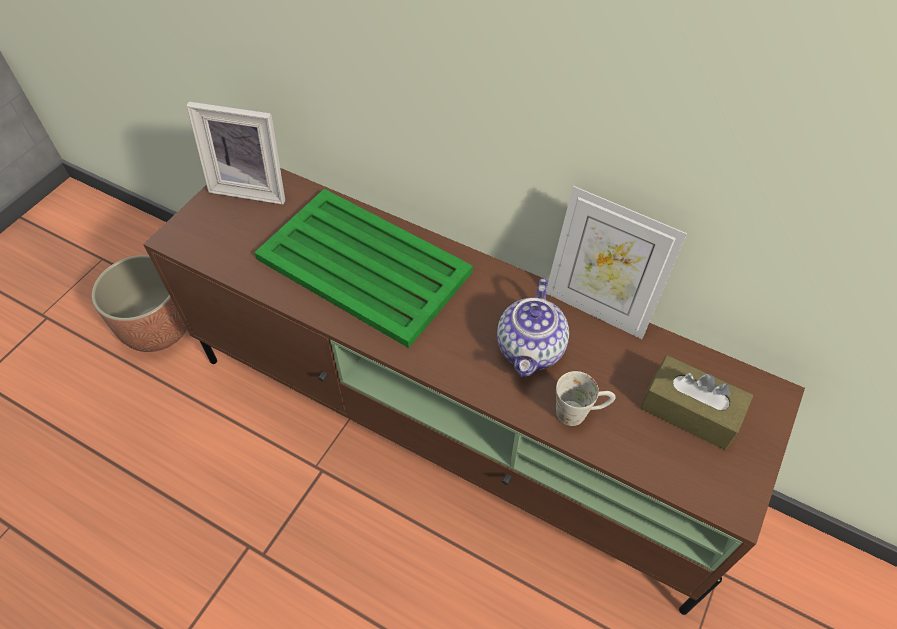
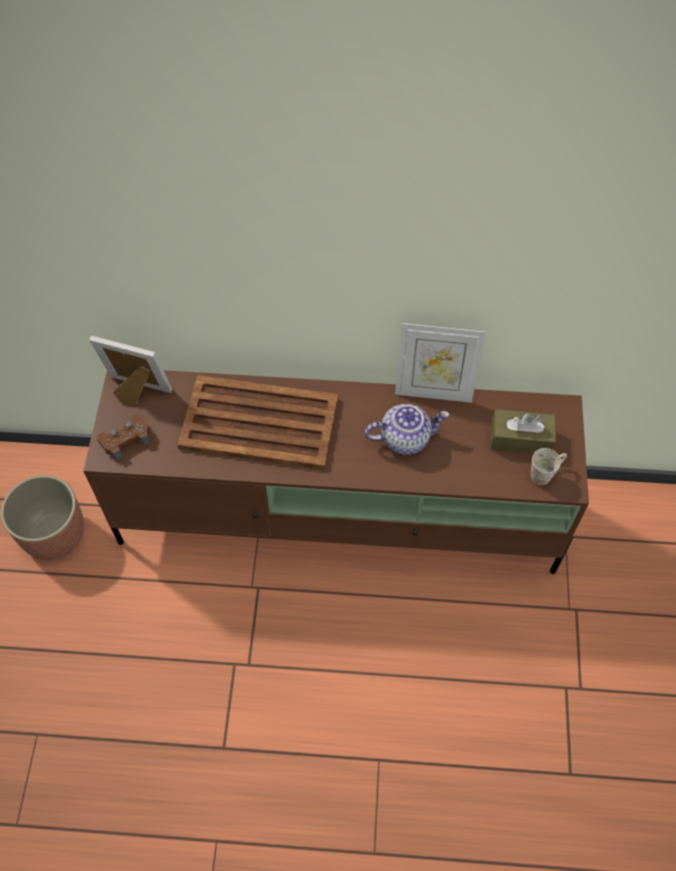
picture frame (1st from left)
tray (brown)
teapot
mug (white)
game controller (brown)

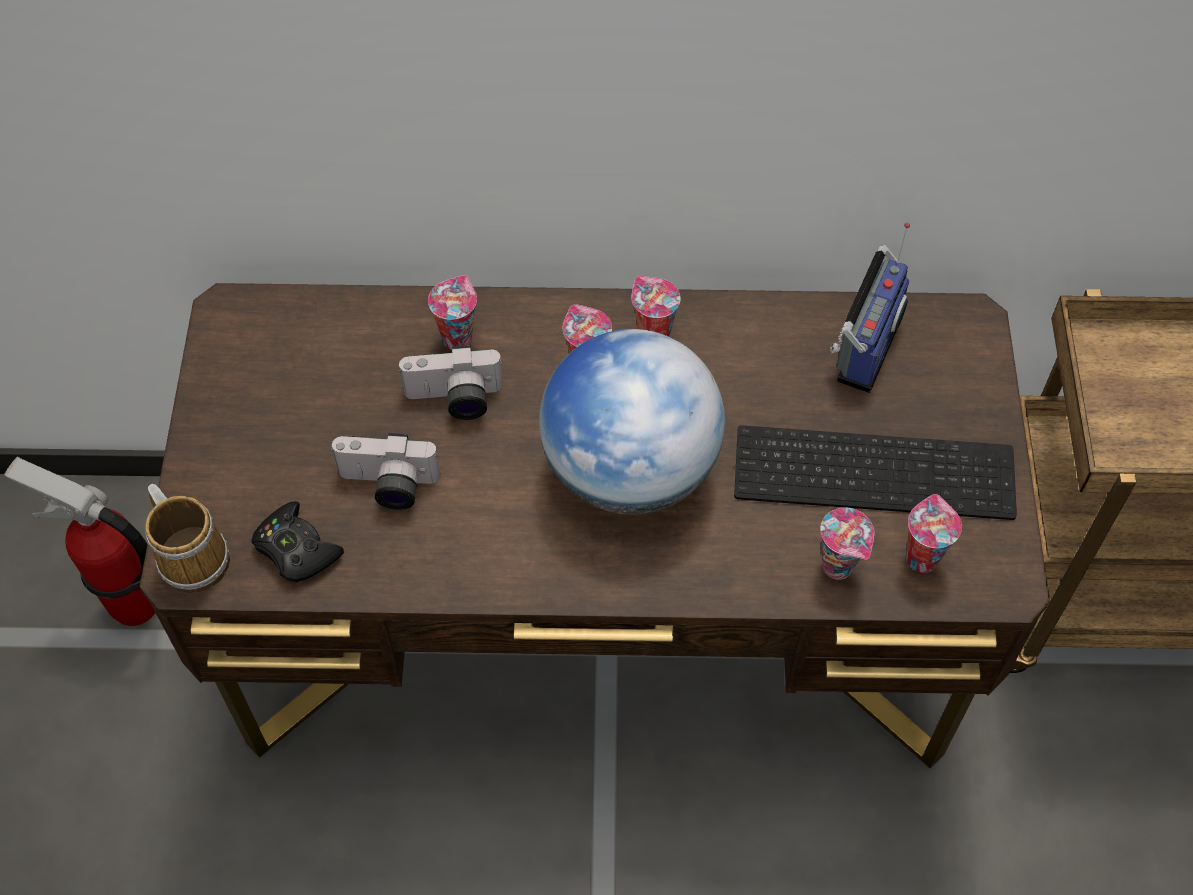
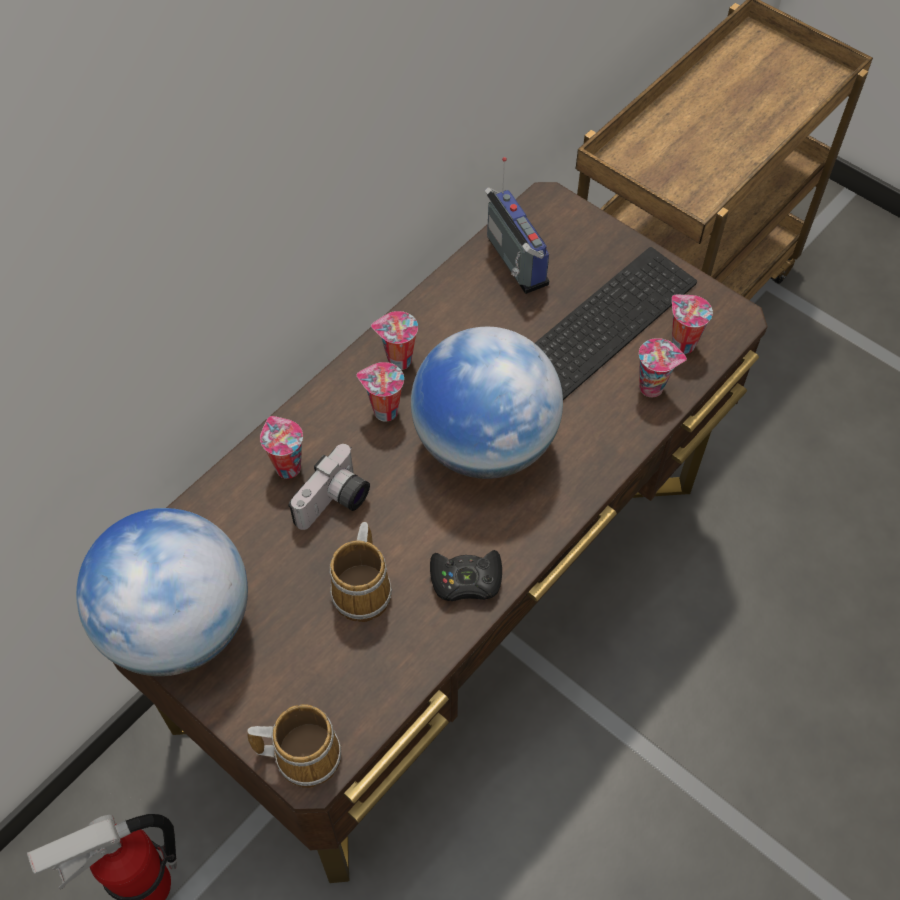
game controller (black)
mug (2nd from left)
globe (1st from left)

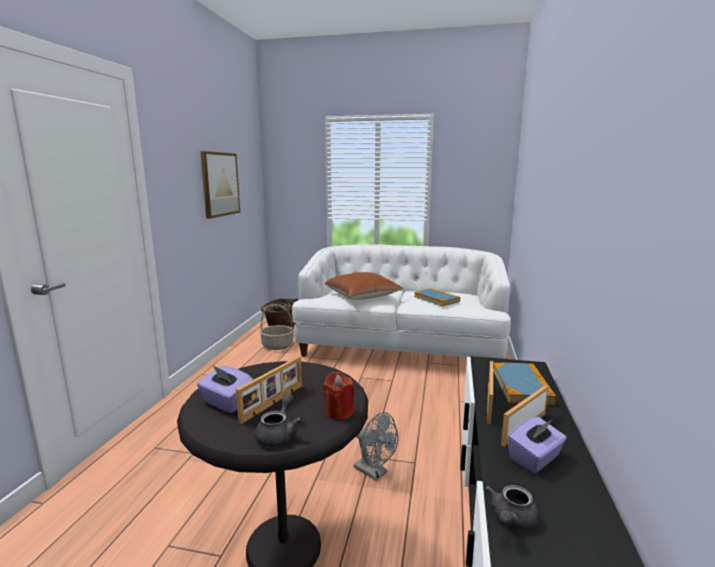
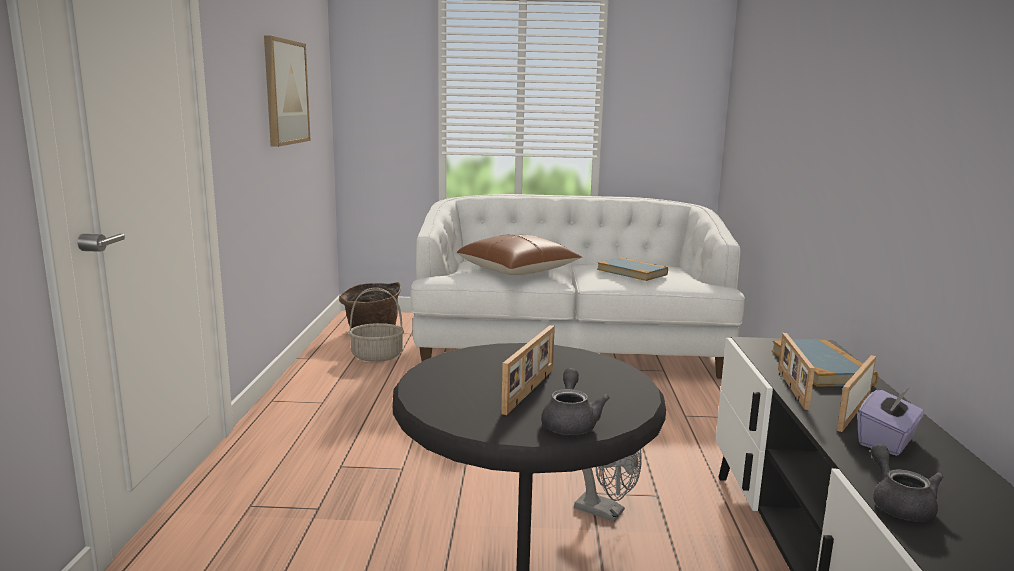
tissue box (purple) (1st from left in the first image)
candle (red)
teapot (grey) (2nd from left)

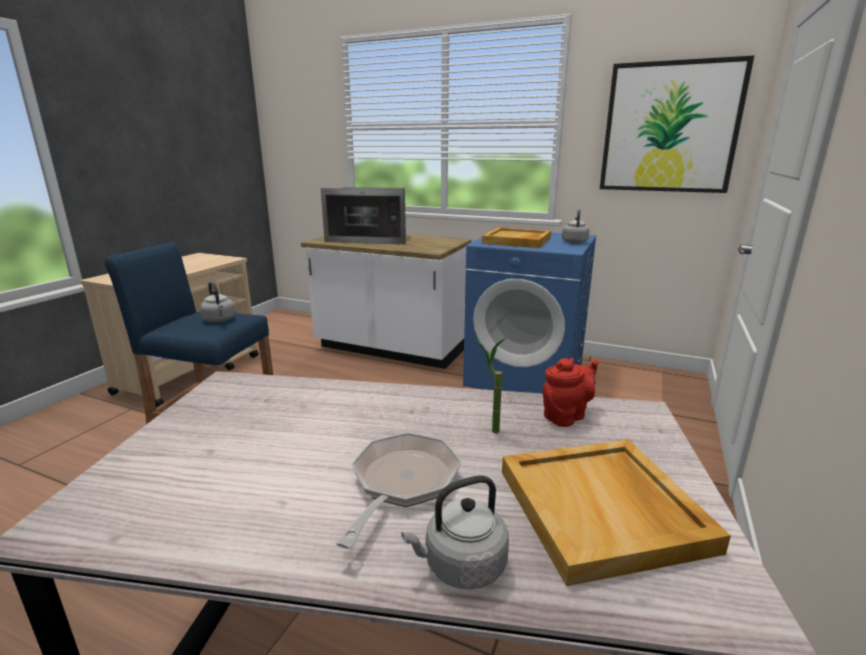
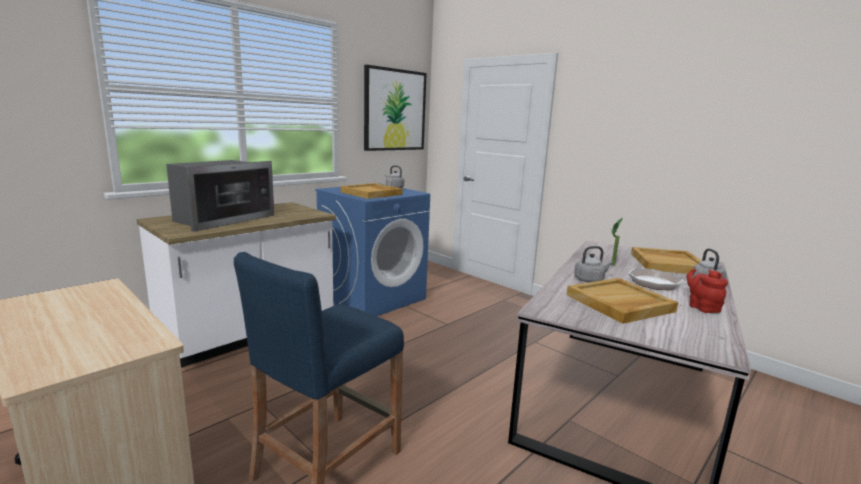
kettle (grey) (2nd from left)
teapot (red)
tray (beige) (2nd from left)

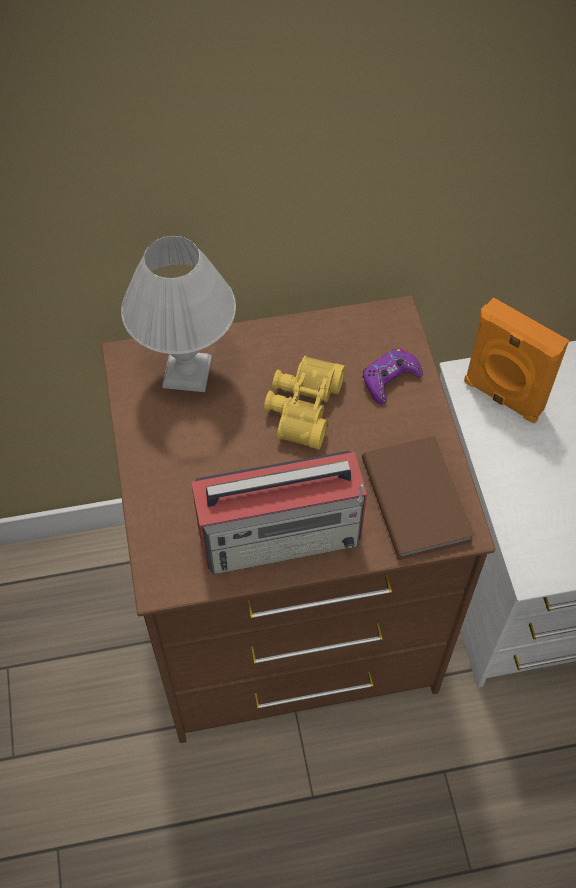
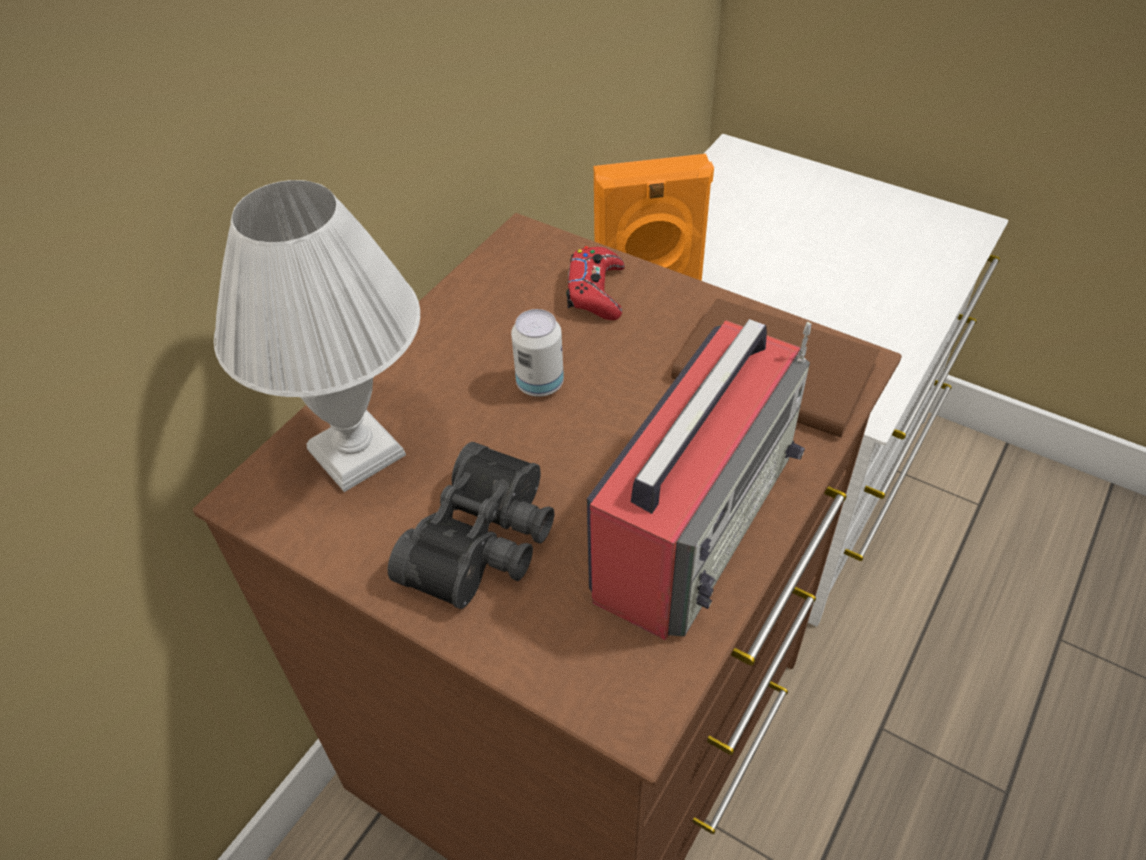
can
game controller (red)
binoculars (black)

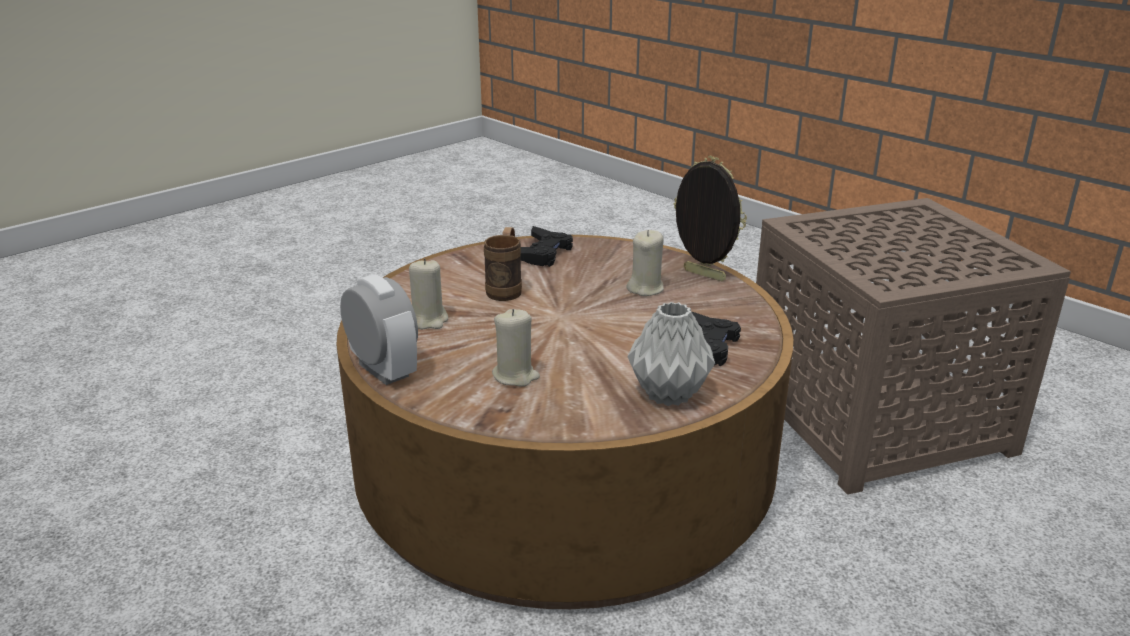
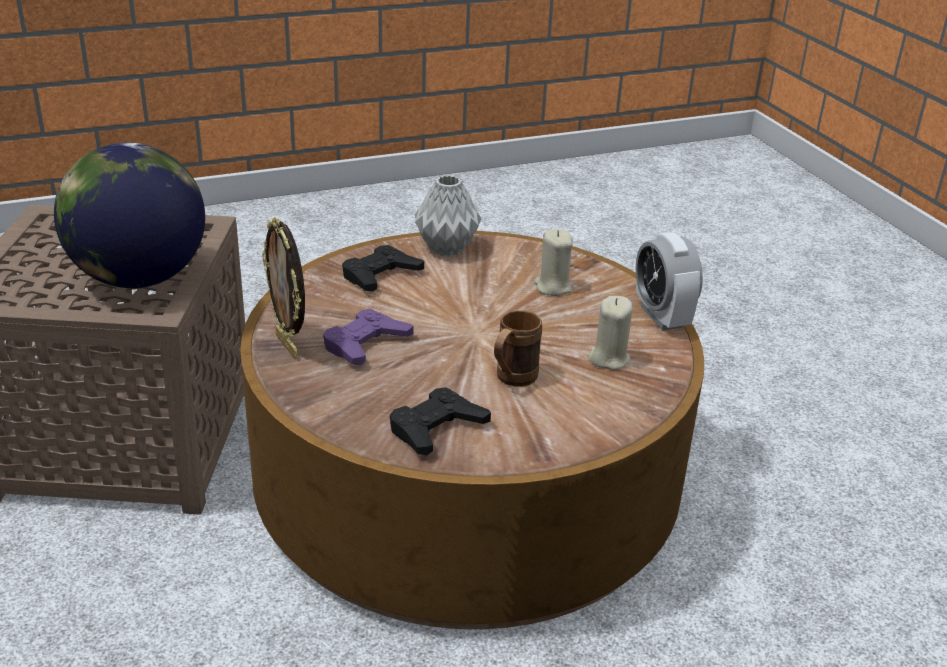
game controller (purple)
globe

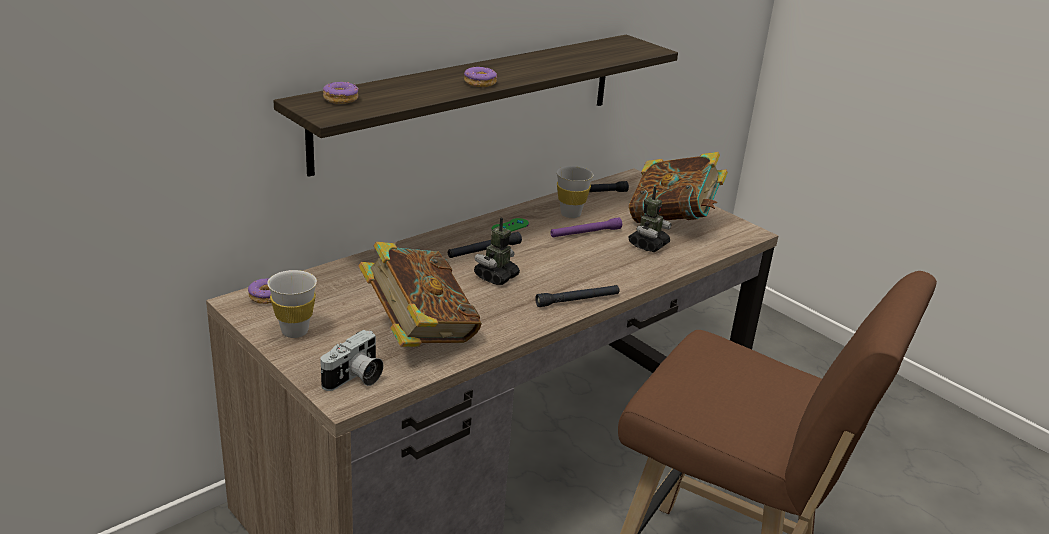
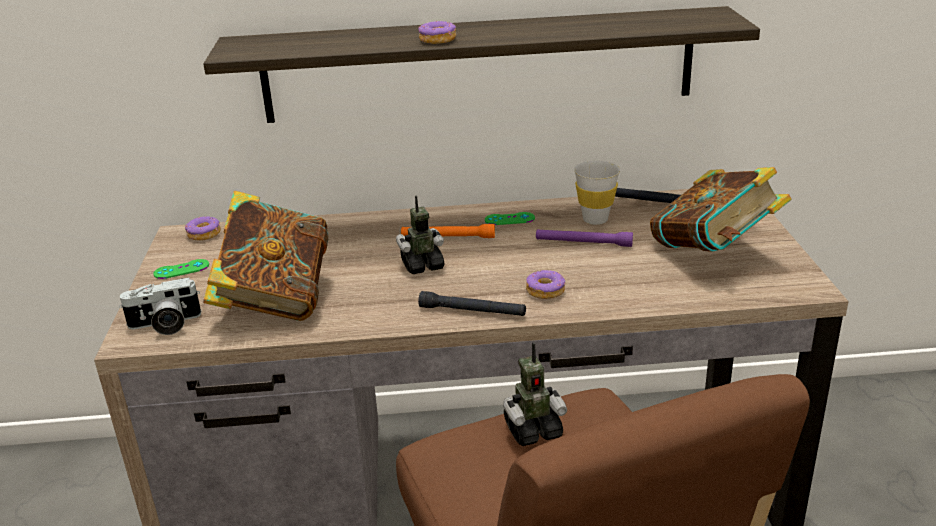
game controller (green) (1st from left)
donut (3rd from left)
flashlight (orange)
toy robot (2nd from left)

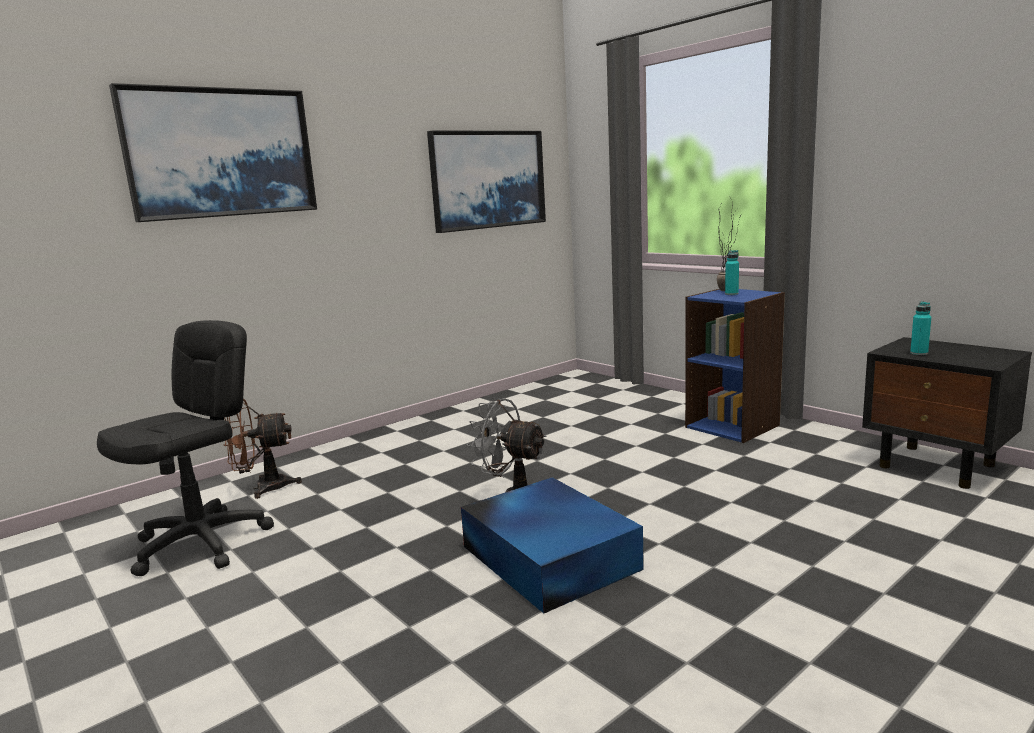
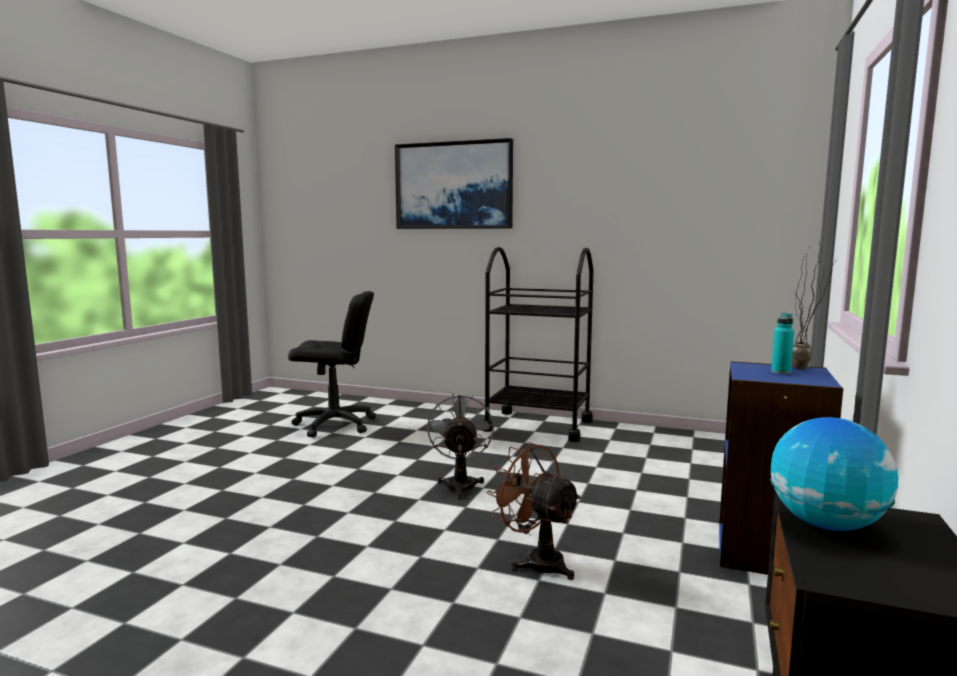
fan (brown)
picture (2nd from left in the first image)
storage box (blue)
globe
cart (black)

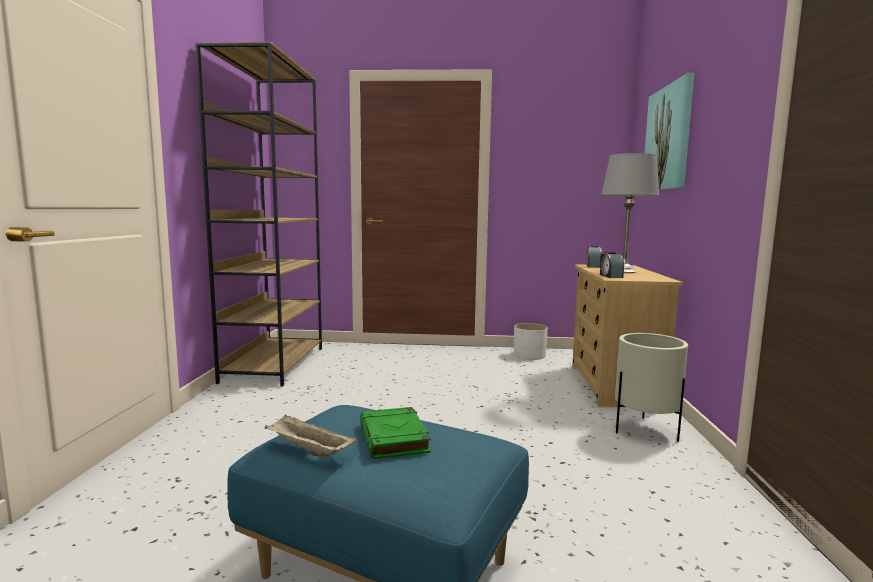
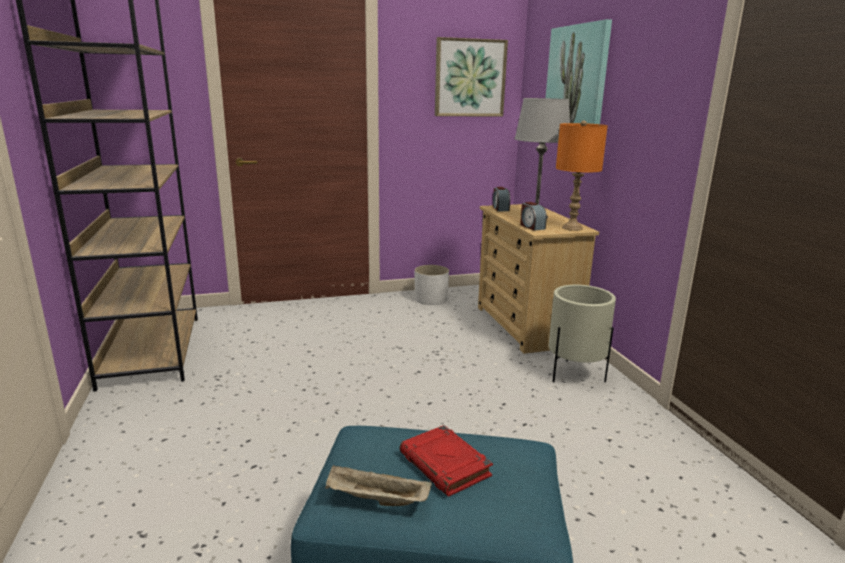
book (red)
picture (1st from left)
table lamp (orange)

